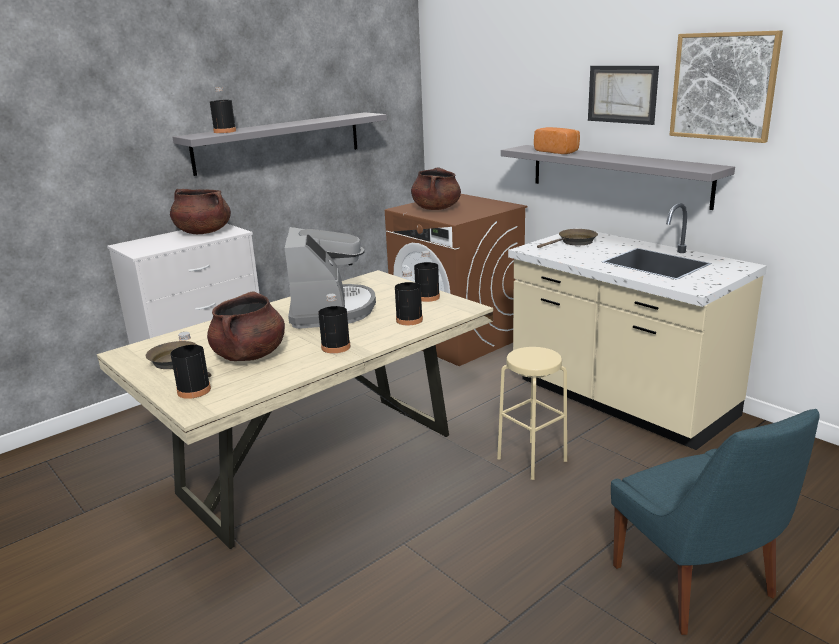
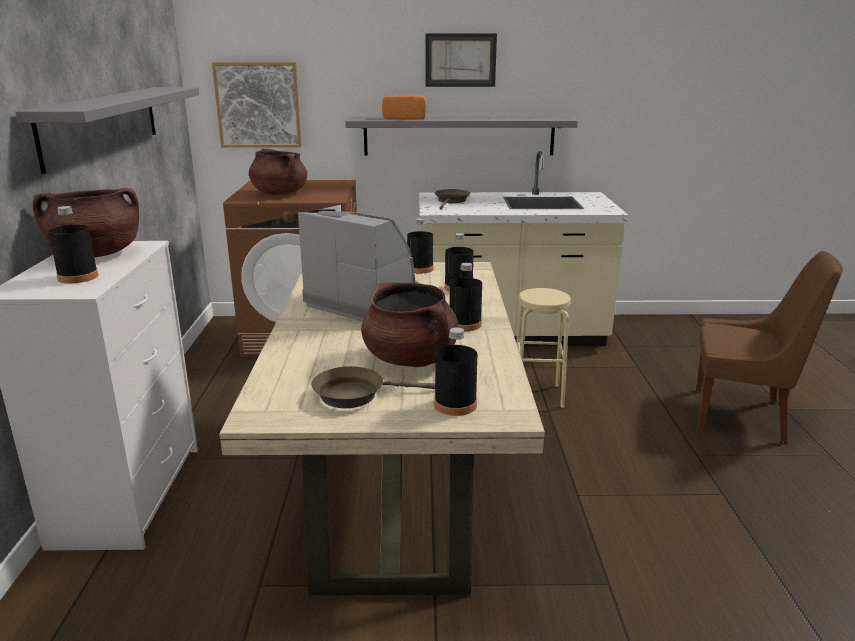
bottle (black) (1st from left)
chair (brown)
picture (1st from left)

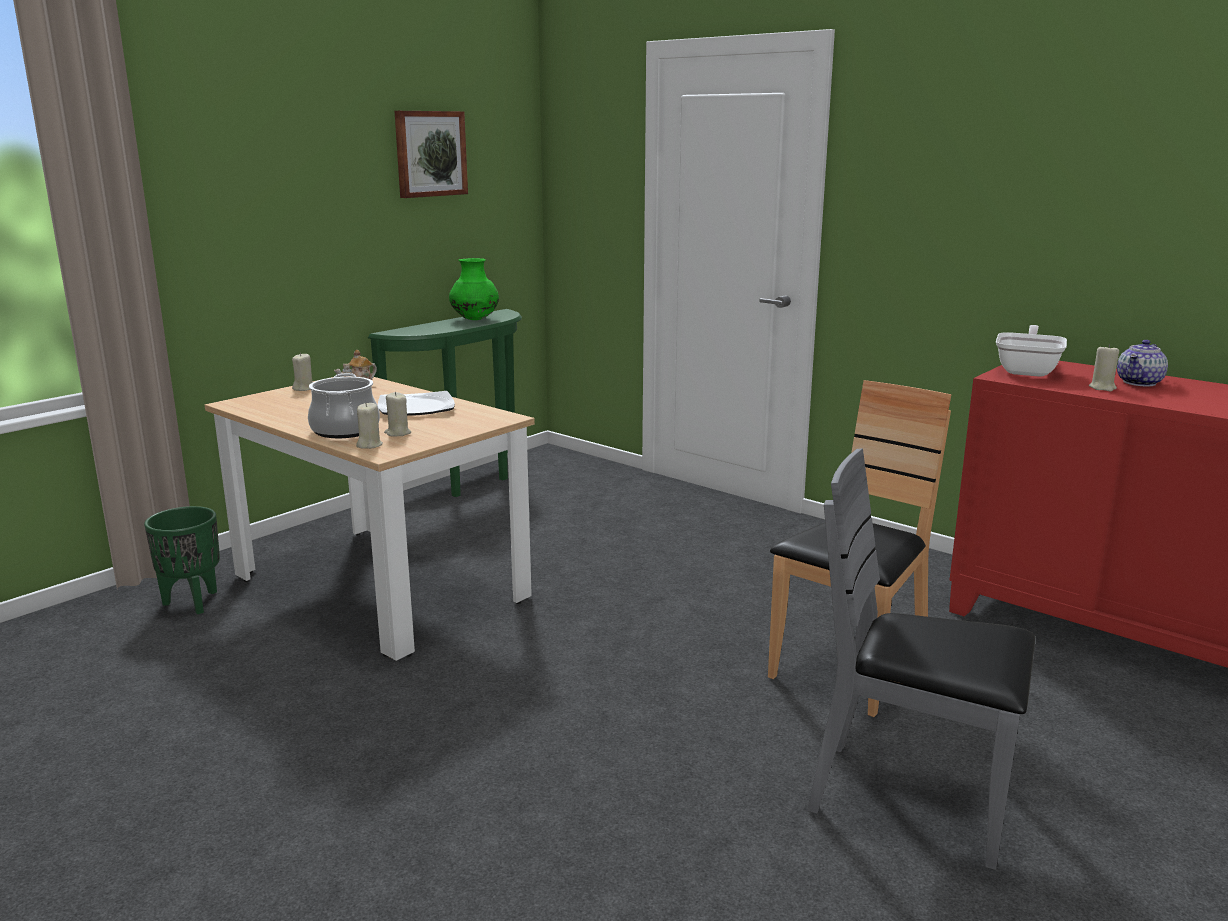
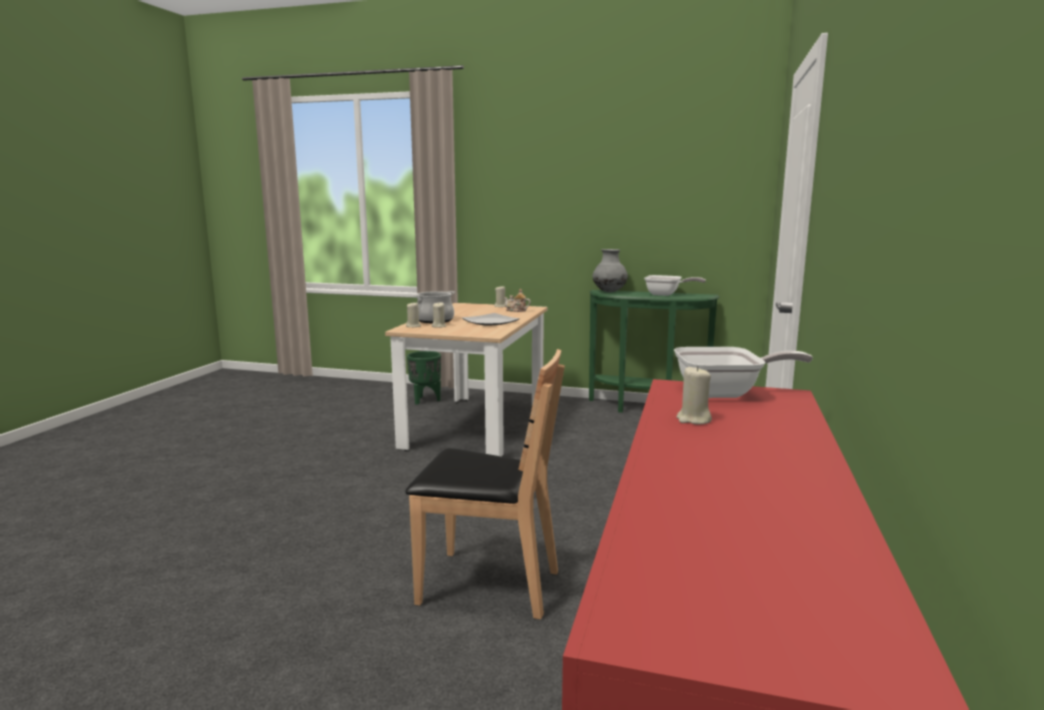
picture
frying pan (1st from left)
chair (grey)
teapot (2nd from left in the first image)
vase (grey)

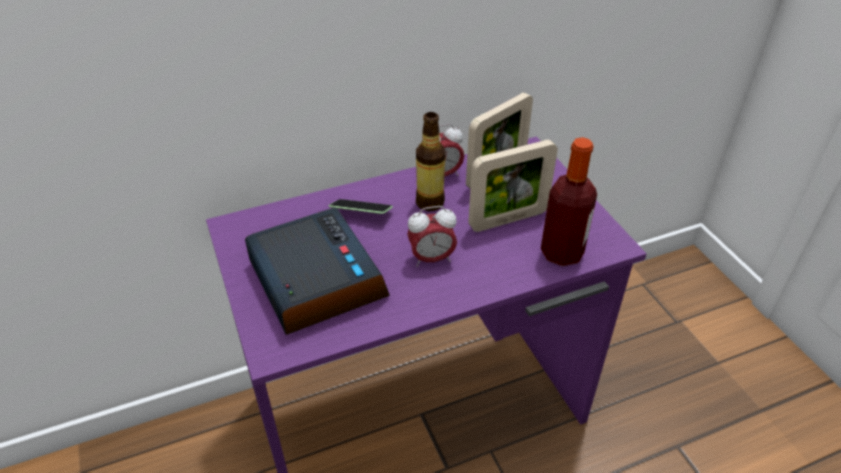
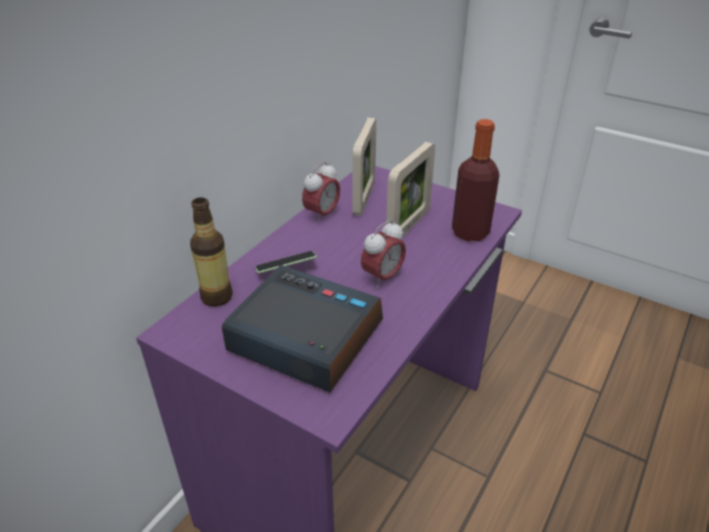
bottle (1st from left)

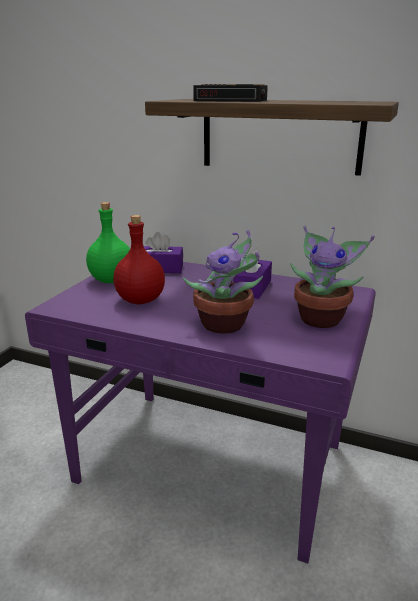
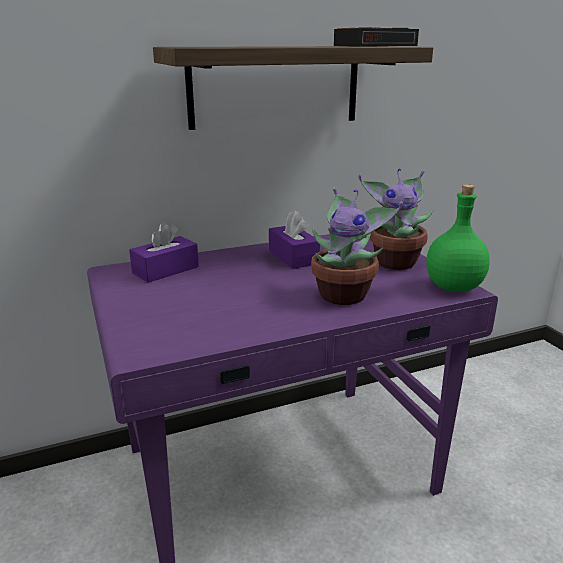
bottle (green)
bottle (red)
alarm clock

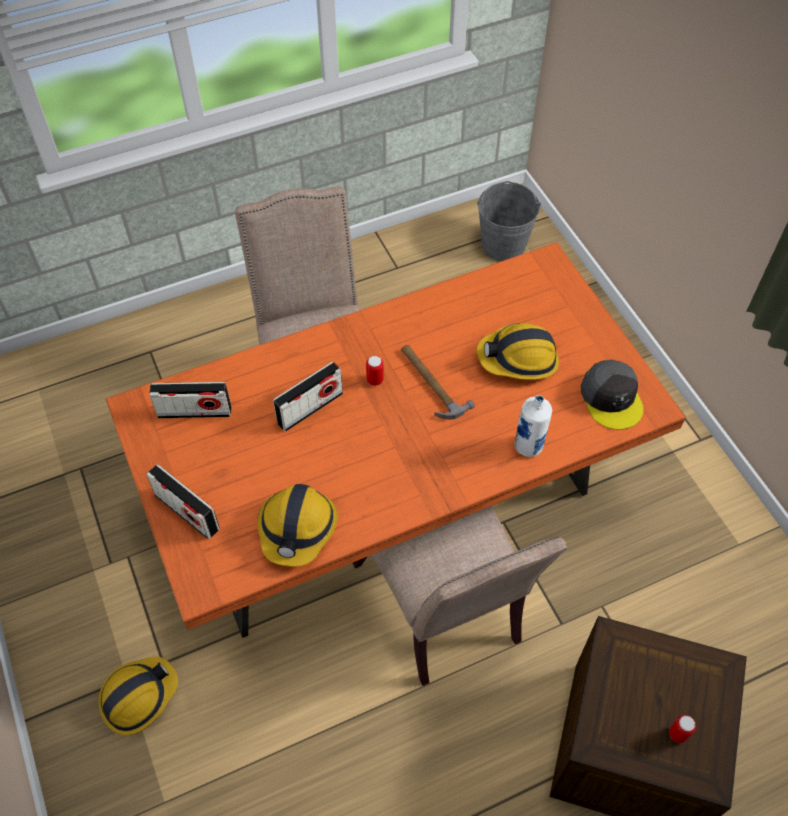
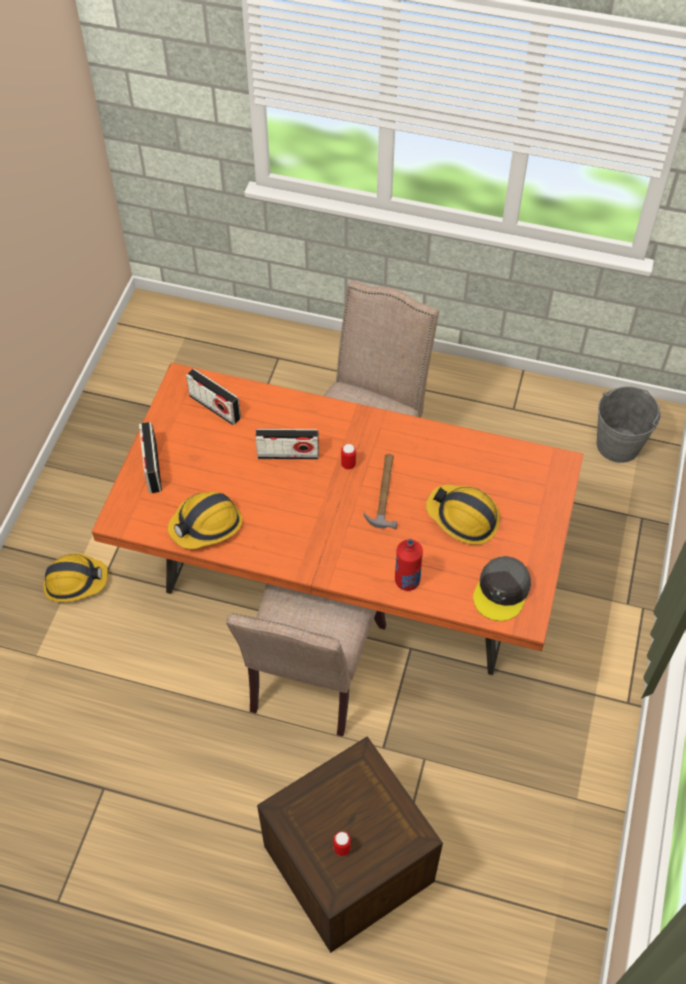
bottle (red)

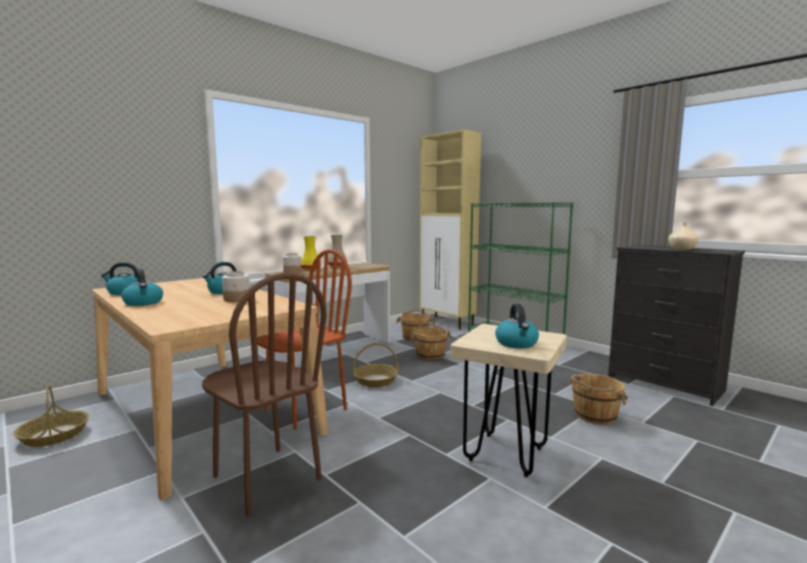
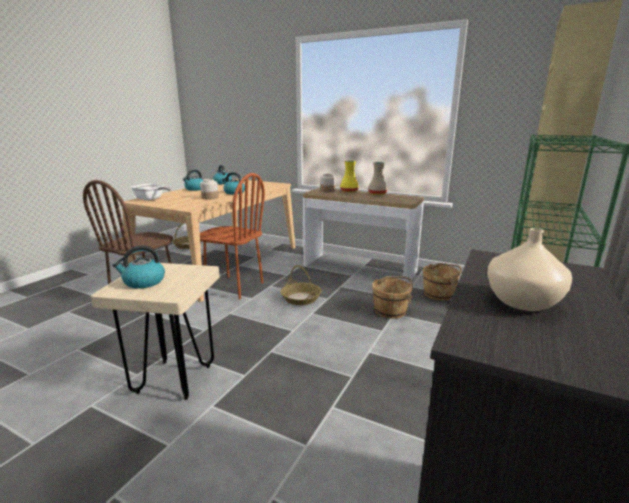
bucket (brown) (3rd from left in the first image)
frying pan

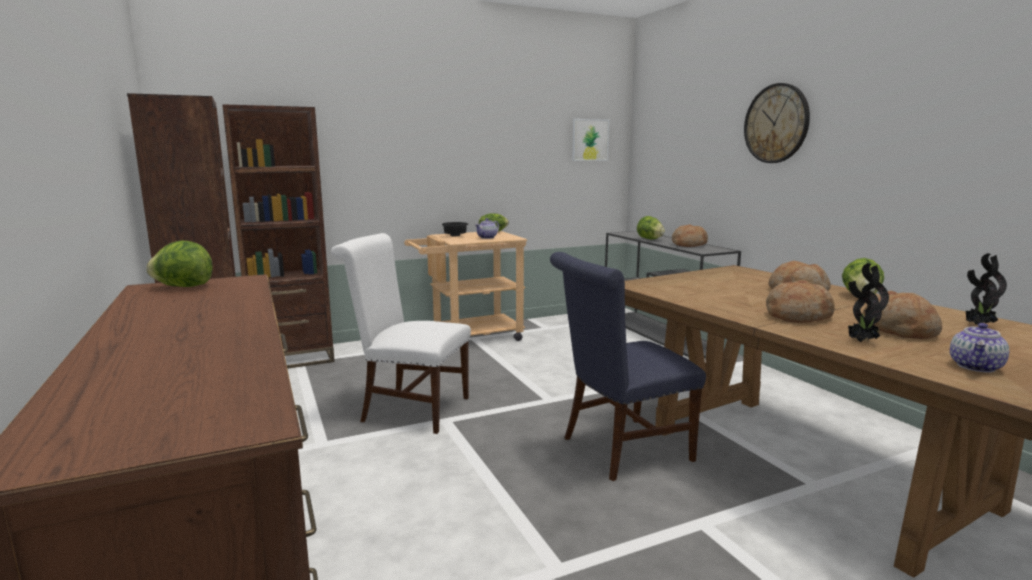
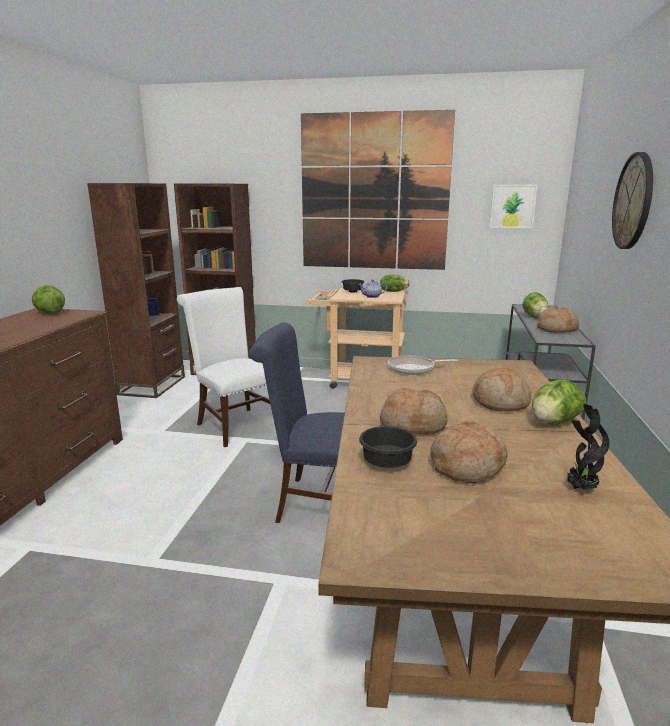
bowl (black) (2nd from left)
teapot (2nd from left in the first image)
picture (1st from left)
frying pan

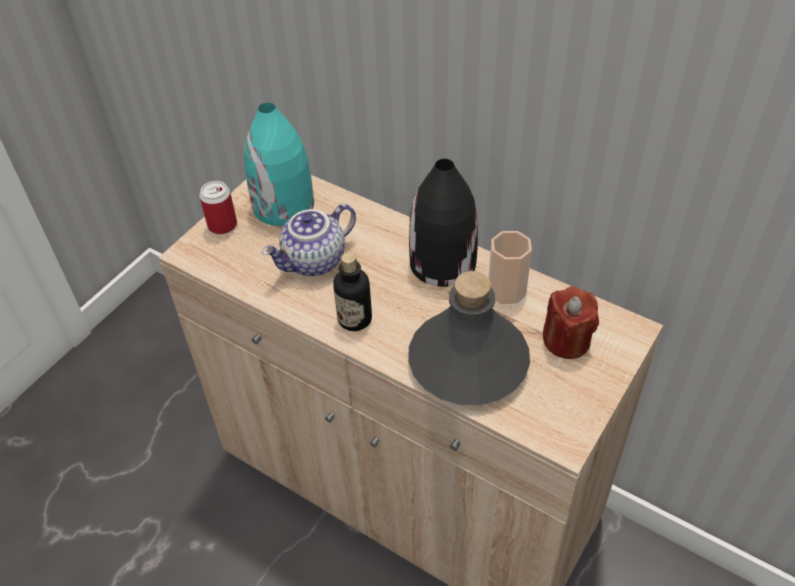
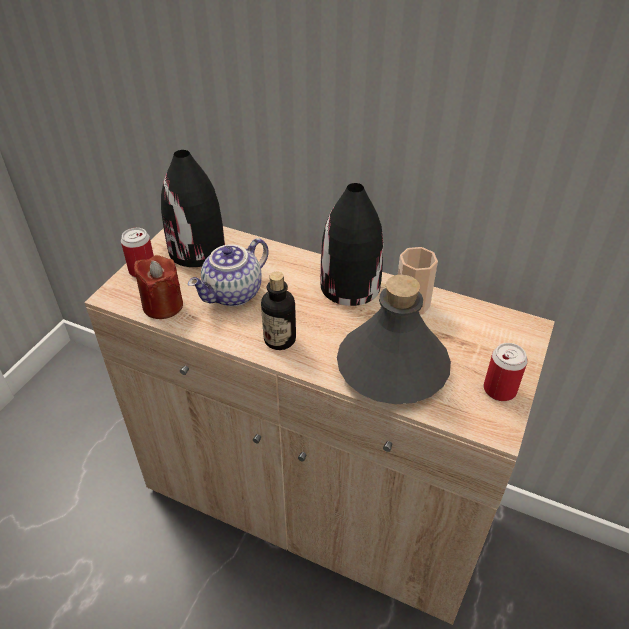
vase (black) (1st from left)
candle (red)
can (2nd from left)

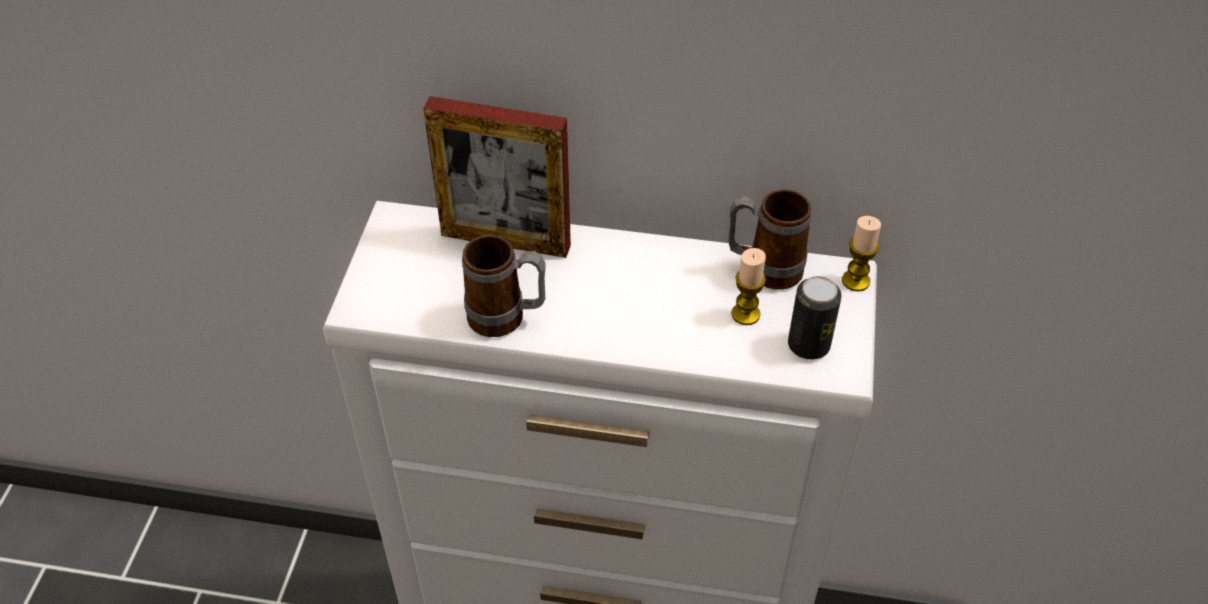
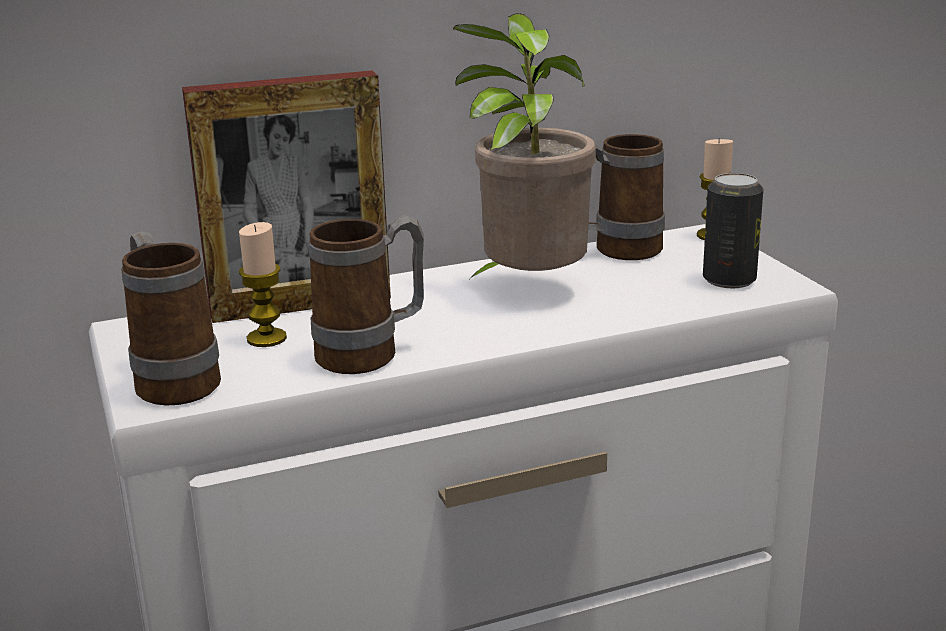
candle (1st from left)
mug (1st from left)
potted plant

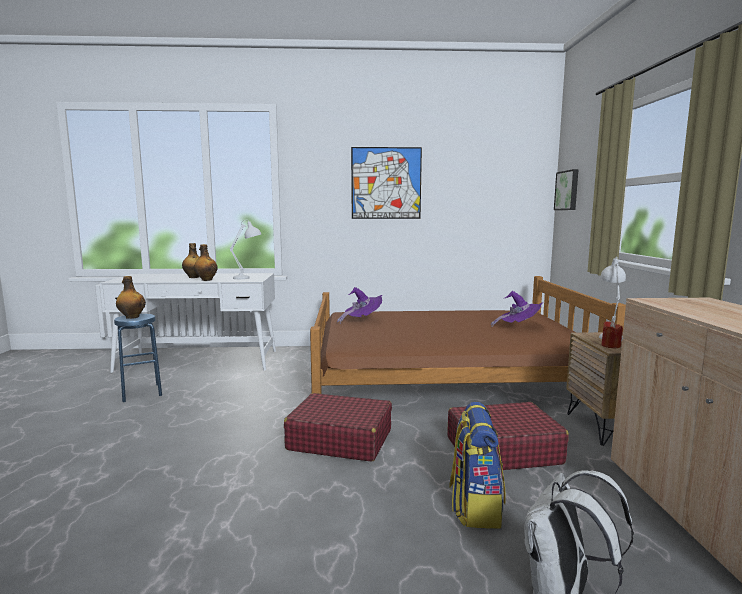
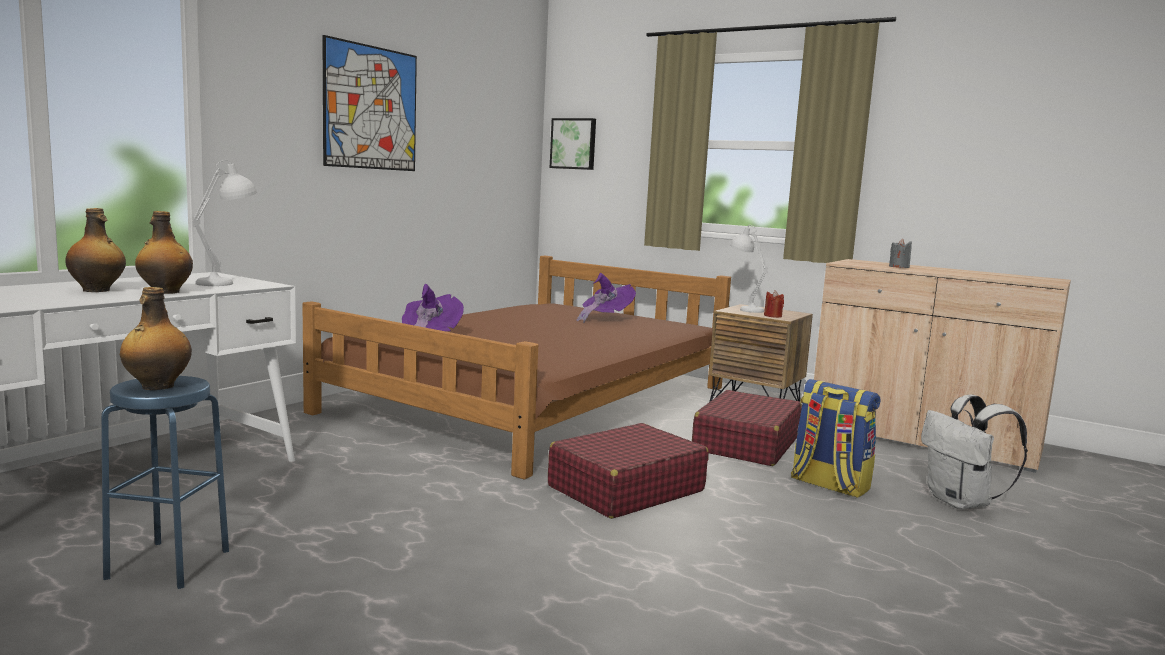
candle (grey)

